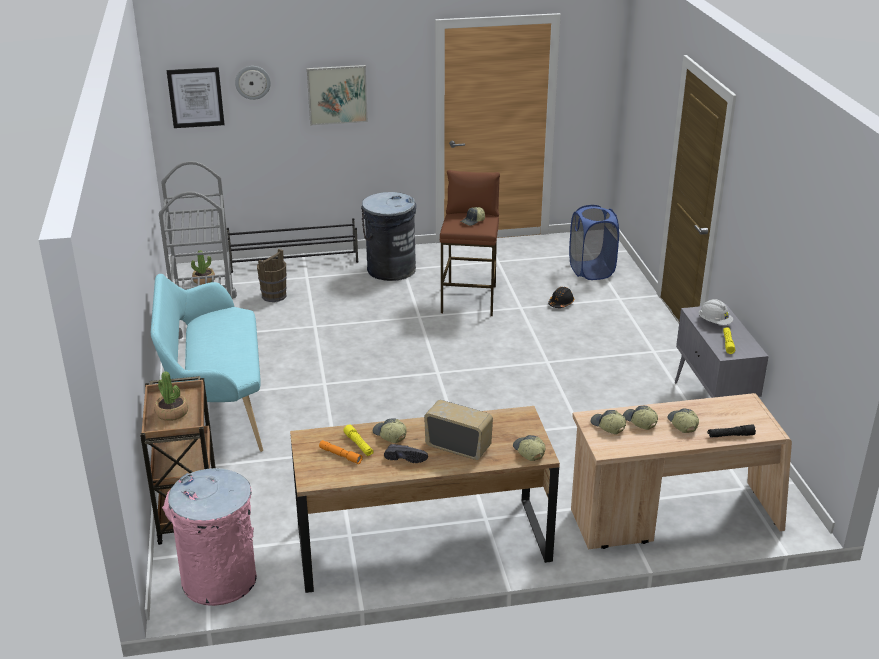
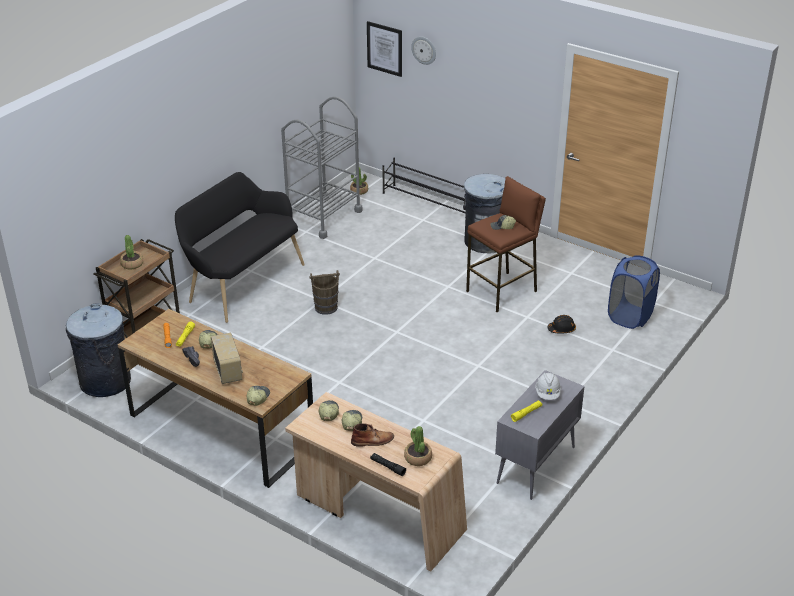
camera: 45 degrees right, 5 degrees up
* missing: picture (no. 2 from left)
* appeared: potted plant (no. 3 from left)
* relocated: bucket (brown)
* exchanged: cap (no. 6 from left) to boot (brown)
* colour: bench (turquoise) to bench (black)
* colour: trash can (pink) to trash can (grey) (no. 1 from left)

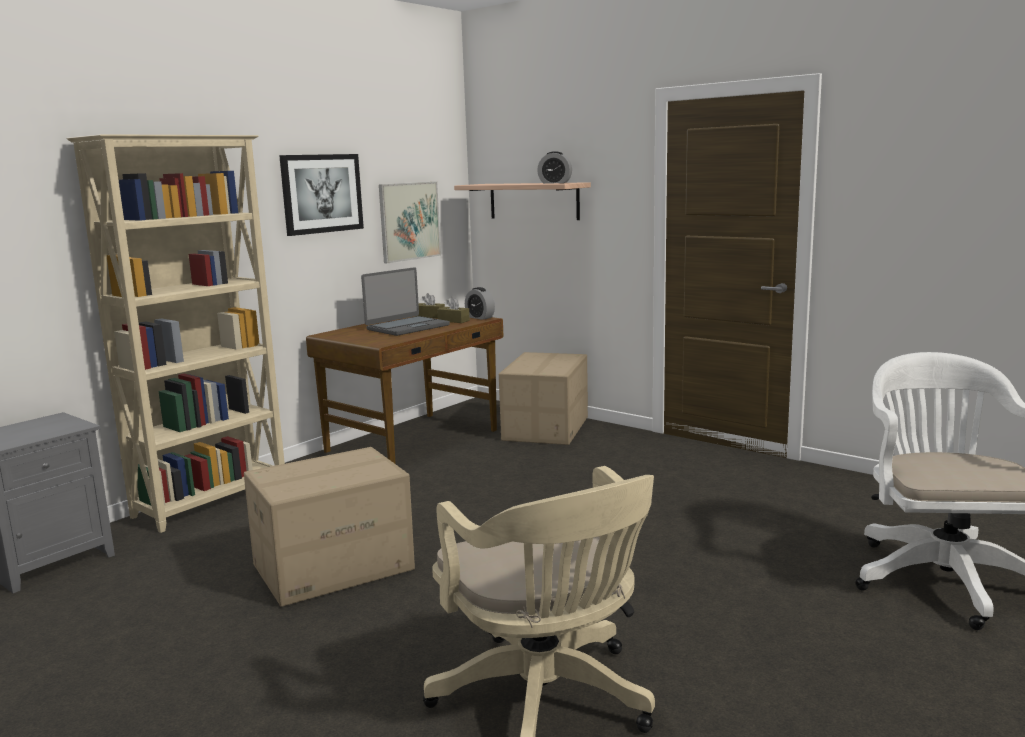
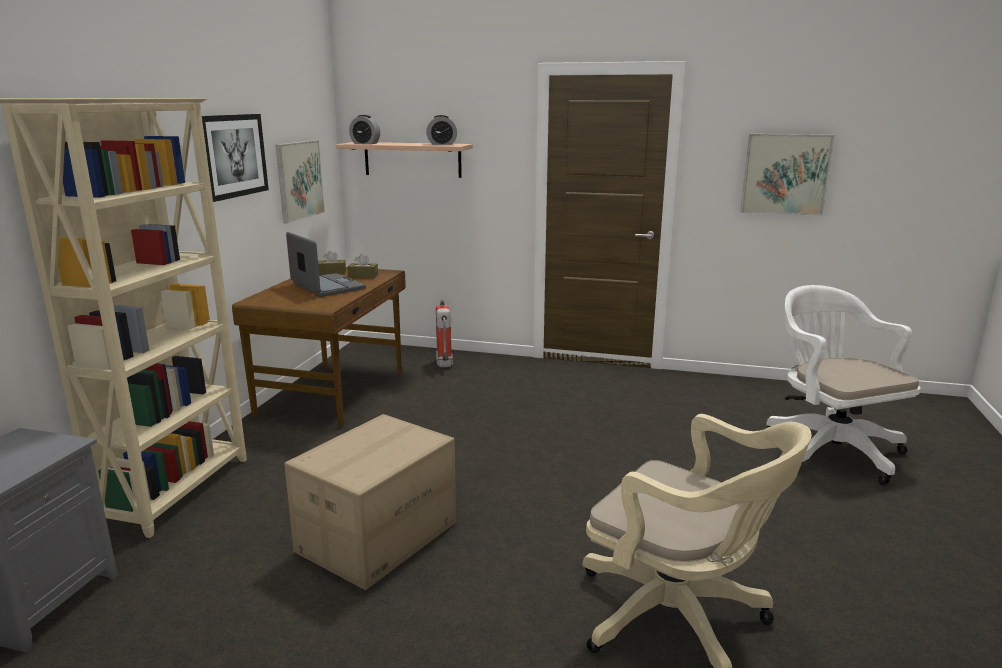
camera: 25 degrees left, 5 degrees up
* appeared: picture (no. 3 from left)
* relocated: alarm clock (no. 1 from left)
* exchanged: cardboard box (no. 2 from left) to fire extinguisher
* spun: laptop 60 degrees counterclockwise

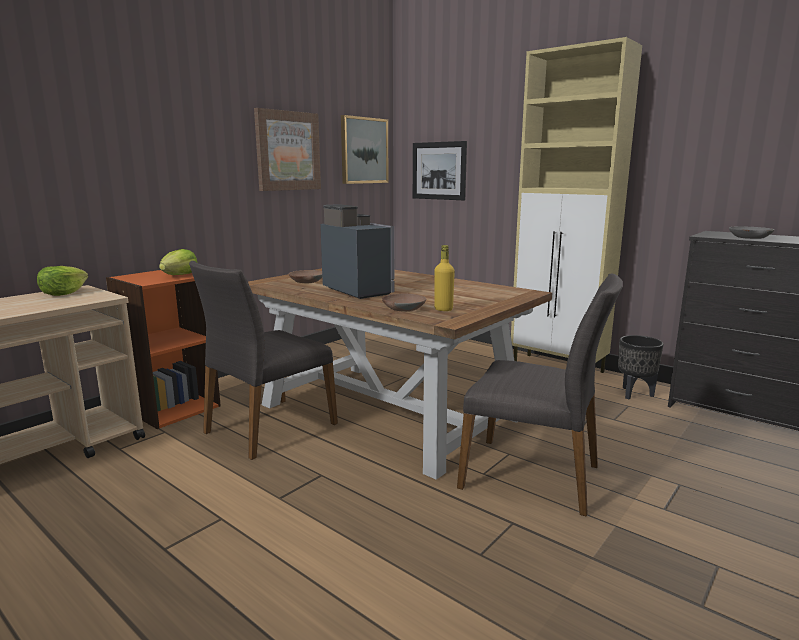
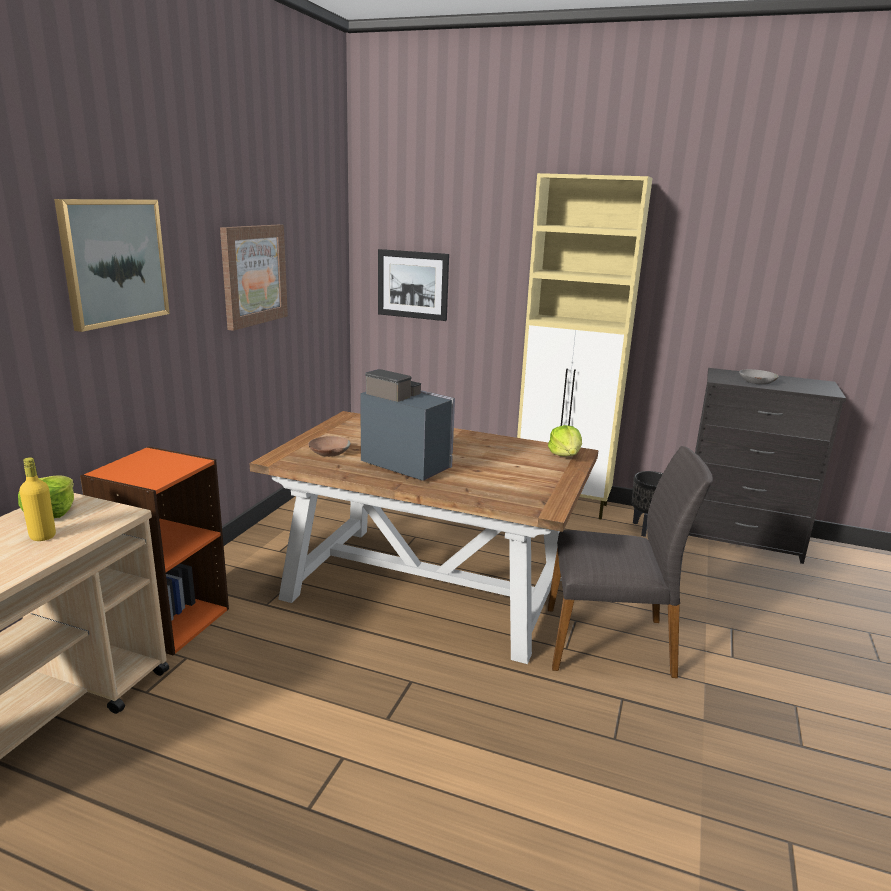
camera: 20 degrees left, 5 degrees up
* missing: chair (grey) (no. 1 from left)
* missing: bowl (brown) (no. 2 from left)
* relocated: lettuce (no. 2 from left)
* relocated: picture (no. 2 from left in the first image) to picture (no. 1 from left)
* relocated: bottle (yellow)

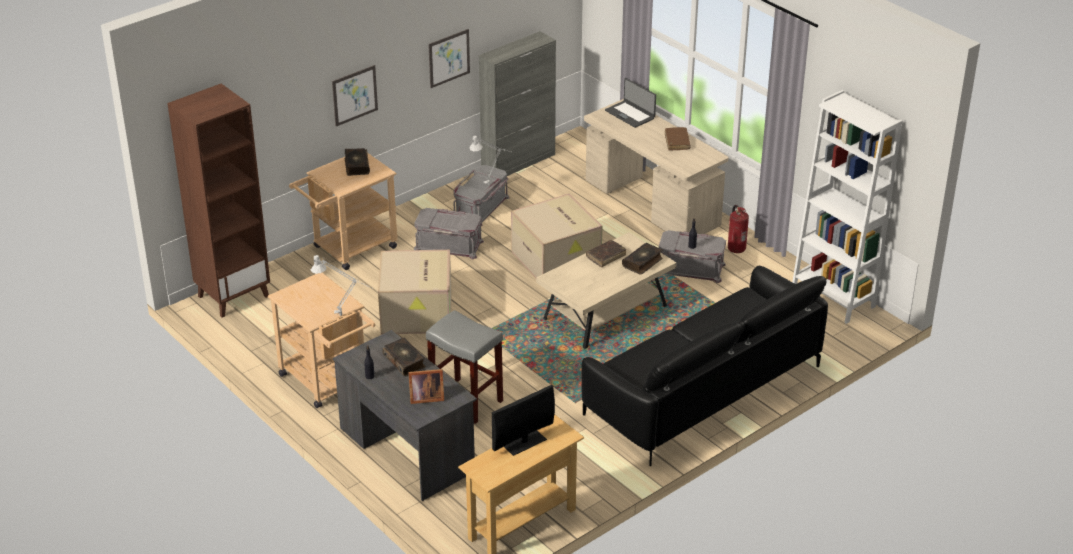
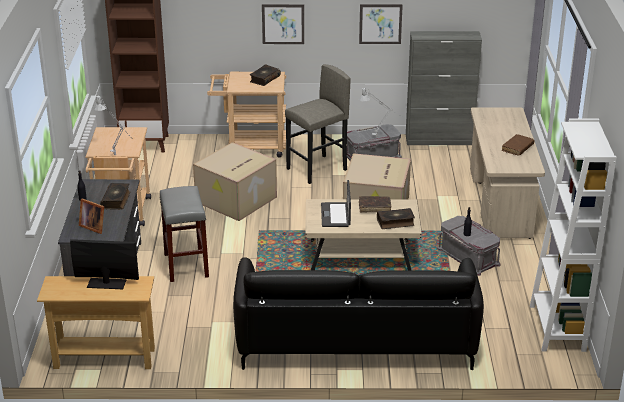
camera: 40 degrees right, 5 degrees down
* missing: fire extinguisher
* relocated: laptop
* exchanged: storage box (grey) (no. 1 from left) to stool (grey) (no. 2 from left)

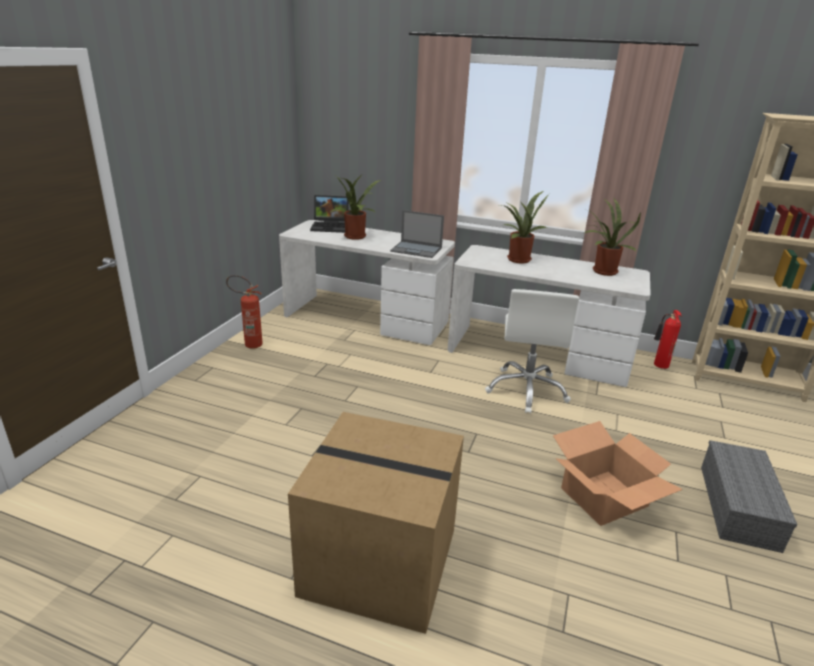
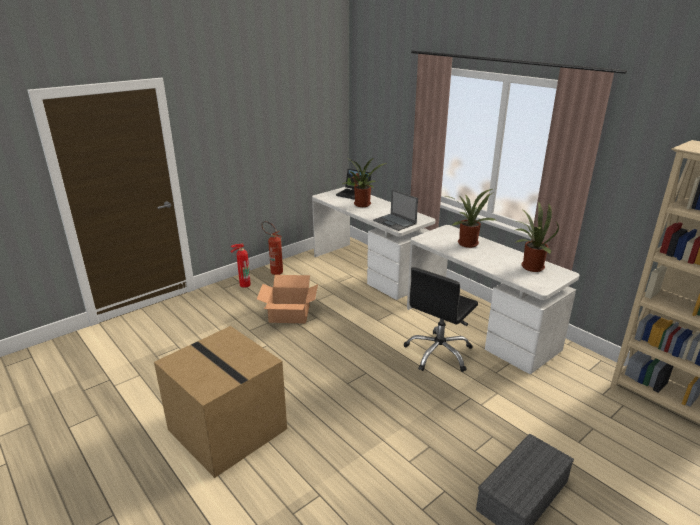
camera: 30 degrees right, 0 degrees up
* relocated: cardboard box (no. 2 from left)
* relocated: fire extinguisher (no. 2 from left in the first image) to fire extinguisher (no. 1 from left)
* colour: office chair (white) to office chair (black)

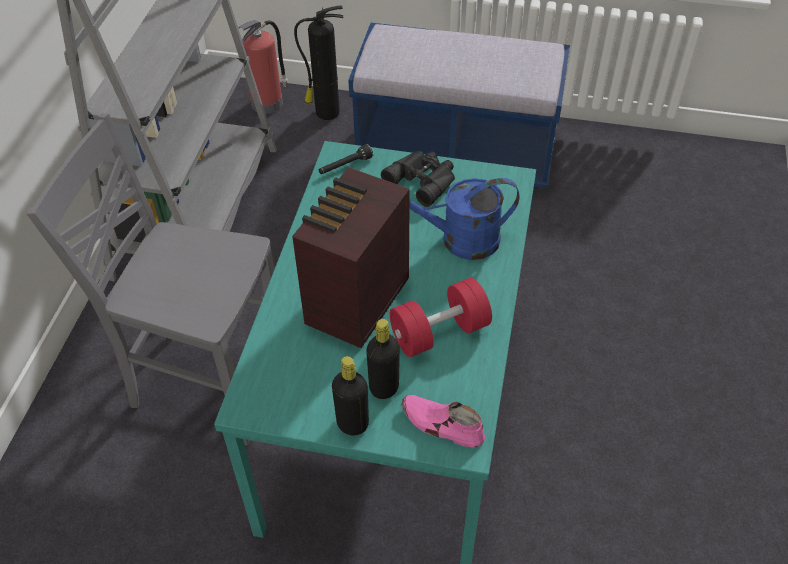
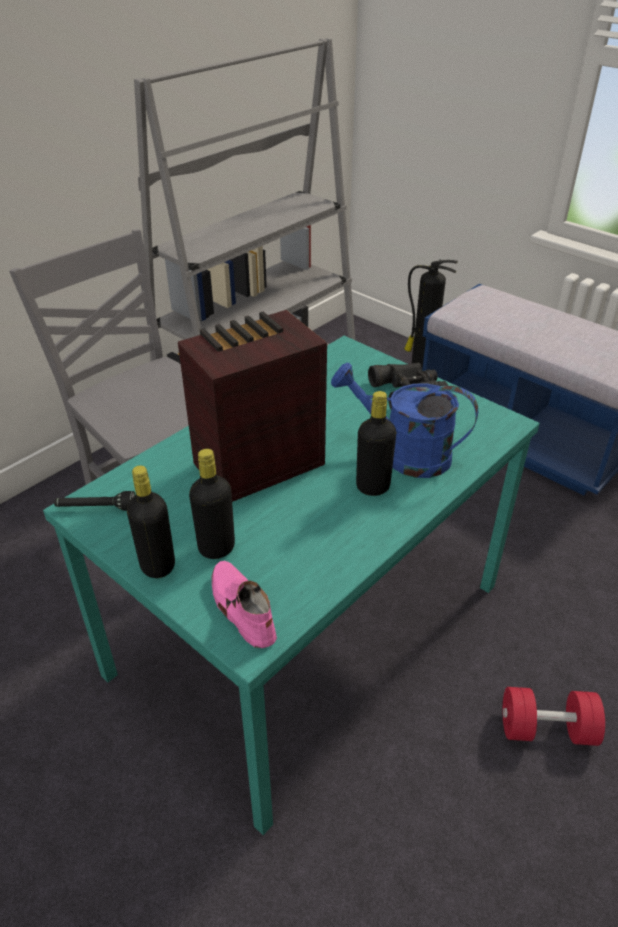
camera: 30 degrees right, 10 degrees down
* missing: fire extinguisher (no. 1 from left)
* appeared: bottle (black) (no. 3 from left)
* relocated: flashlight (black)
* relocated: dumbbell (red)

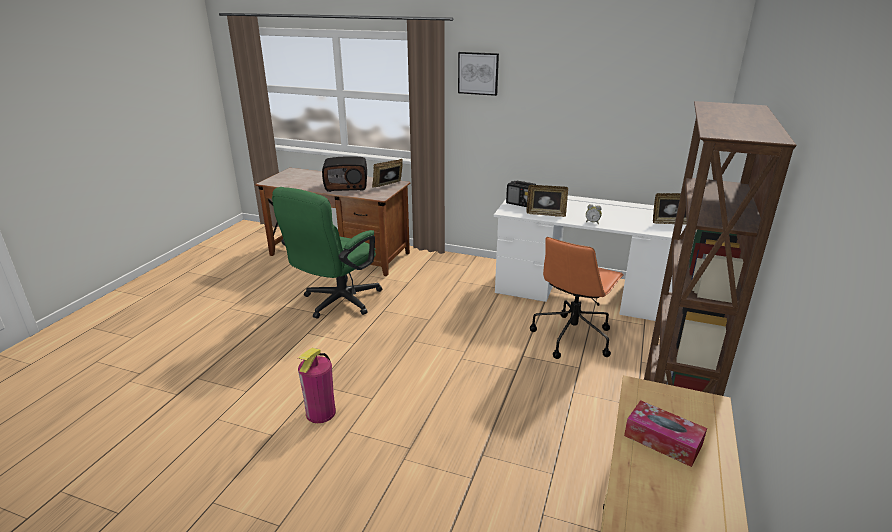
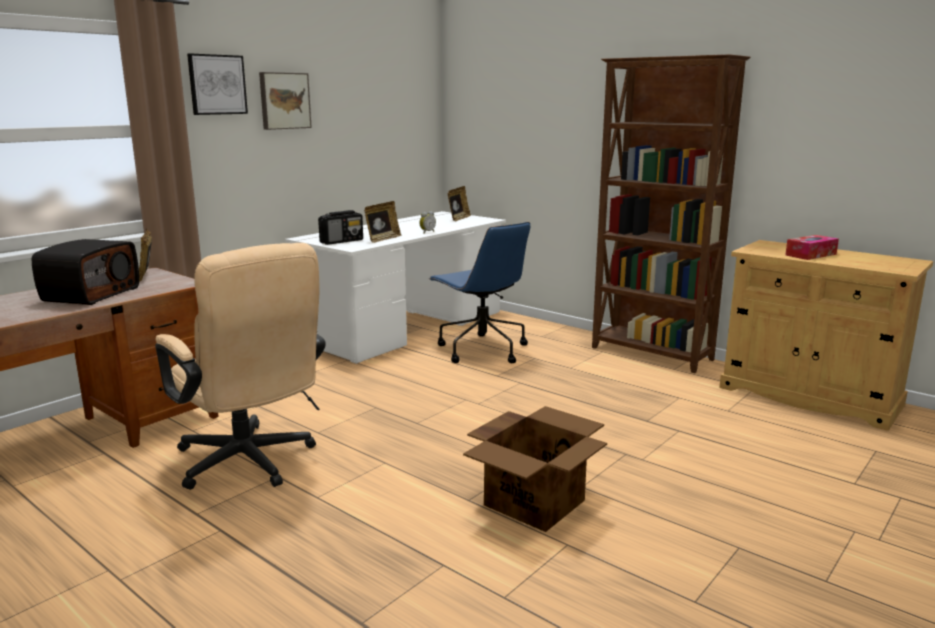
camera: 70 degrees left, 10 degrees down
* appeared: picture (no. 2 from left)
* exchanged: fire extinguisher to cardboard box
* colour: office chair (green) to office chair (beige)
* colour: office chair (orange) to office chair (blue)

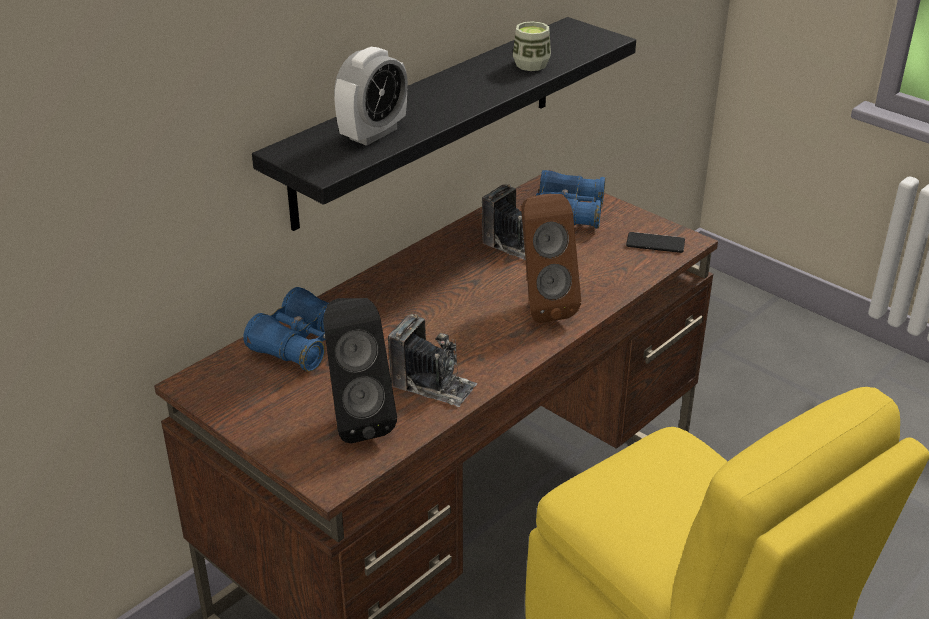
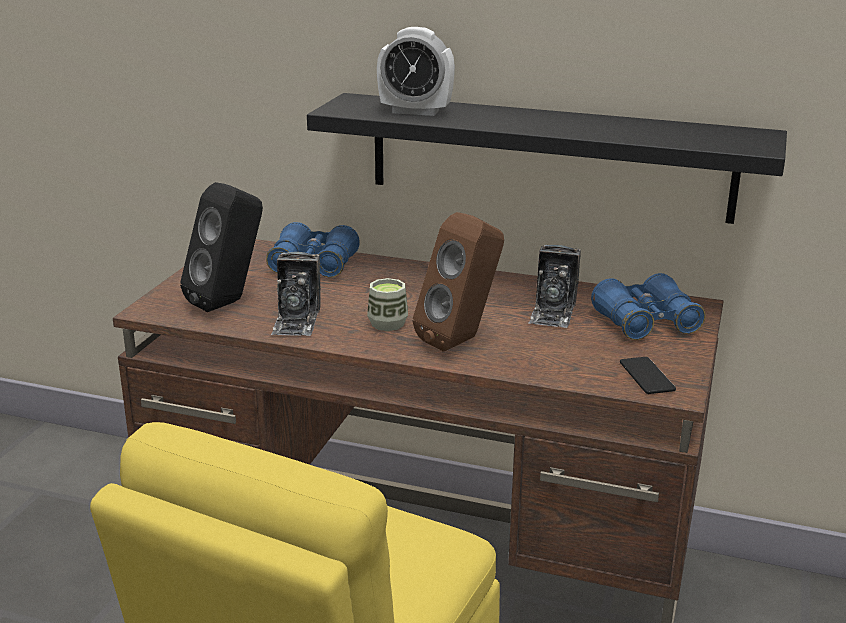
camera: 65 degrees right, 10 degrees down
* relocated: cup

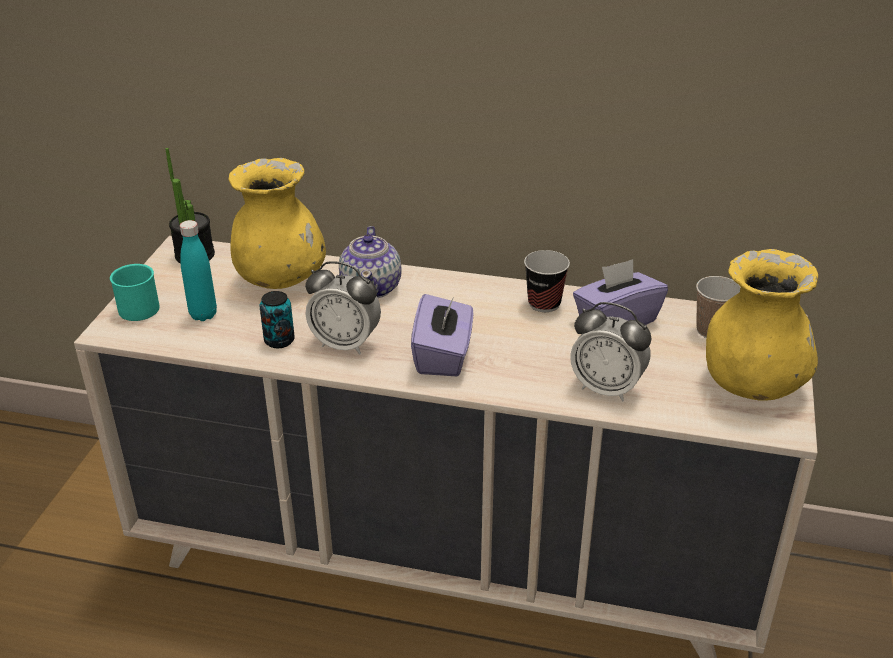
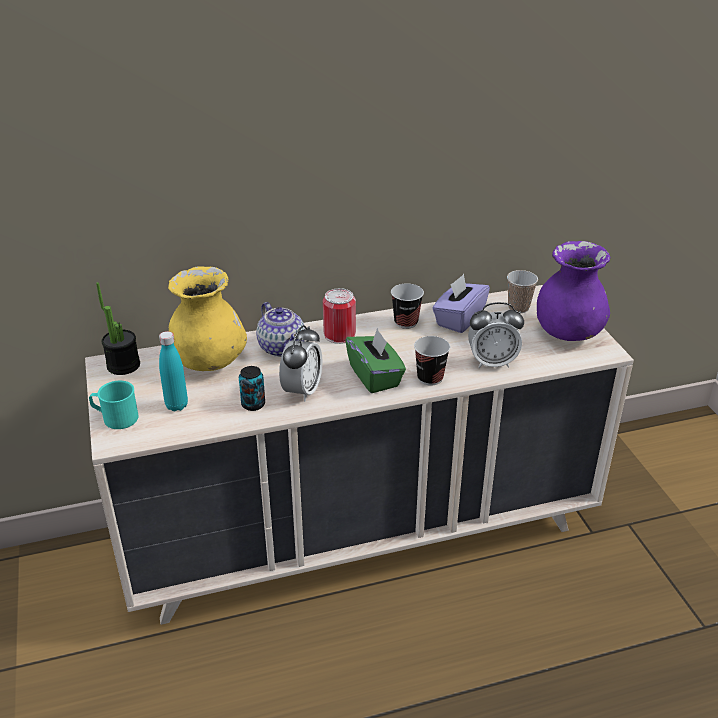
camera: 30 degrees left, 0 degrees up
* appeared: can (no. 2 from left)
* appeared: cup (no. 2 from left)
* colour: tissue box (purple) (no. 1 from left) to tissue box (green)
* colour: vase (yellow) (no. 2 from left) to vase (purple)
* spun: alarm clock (no. 1 from left) 60 degrees counterclockwise

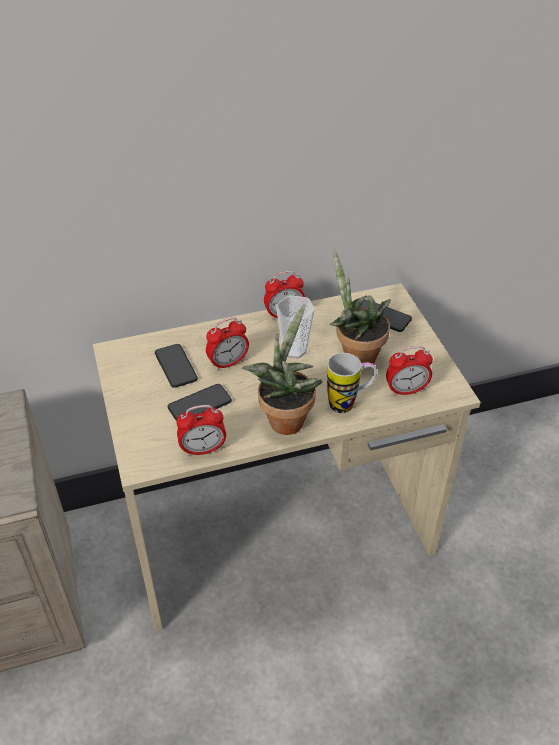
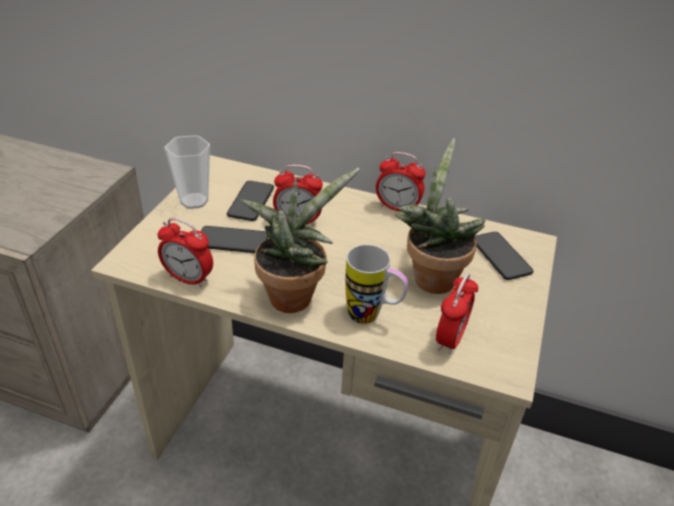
camera: 35 degrees right, 5 degrees down
* relocated: cup
* spun: alarm clock (no. 4 from left) 90 degrees counterclockwise

